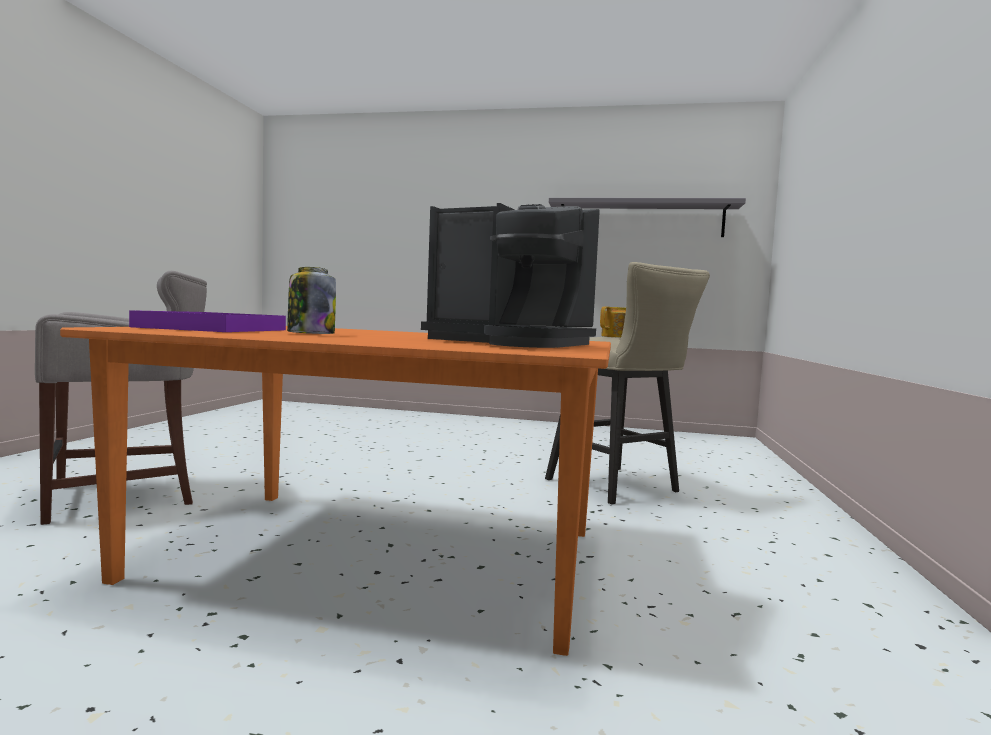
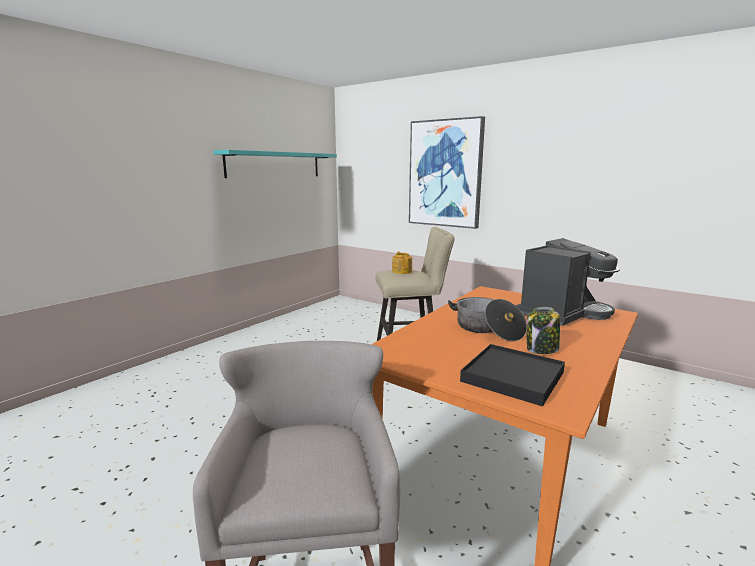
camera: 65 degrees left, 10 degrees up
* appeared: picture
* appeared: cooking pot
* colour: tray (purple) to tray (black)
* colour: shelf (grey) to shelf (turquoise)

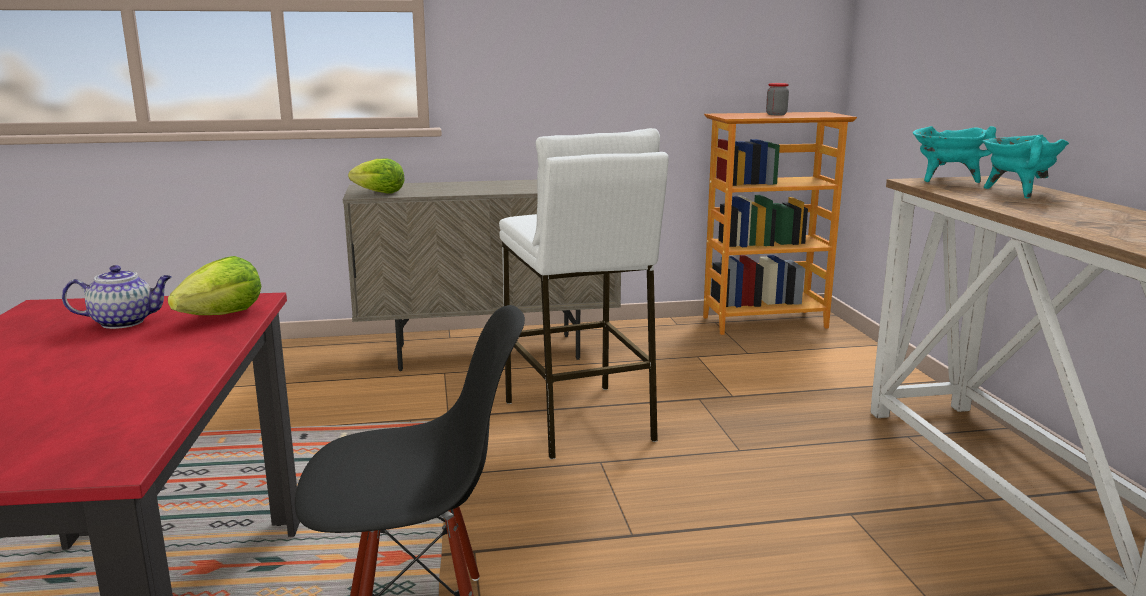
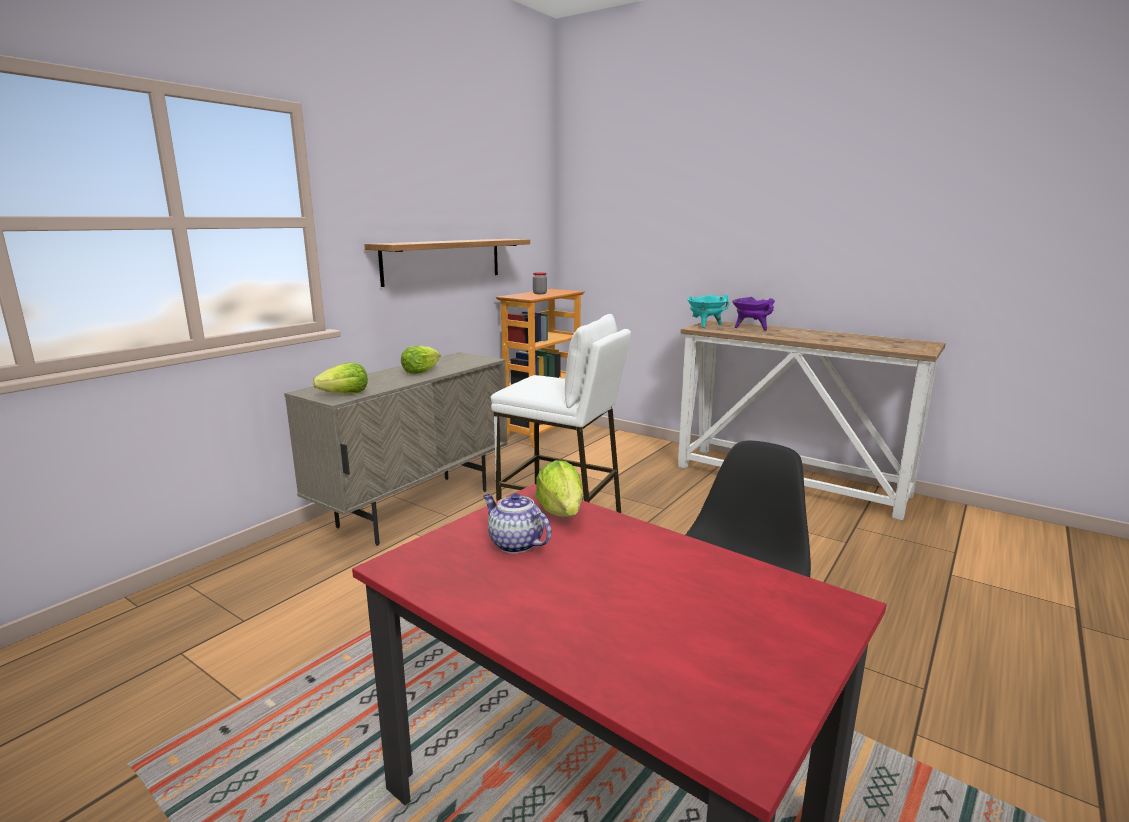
camera: 45 degrees left, 0 degrees up
* appeared: shelf
* appeared: lettuce (no. 2 from left)
* colour: cooking pot (turquoise) (no. 2 from left) to cooking pot (purple)
* spun: teapot 75 degrees counterclockwise

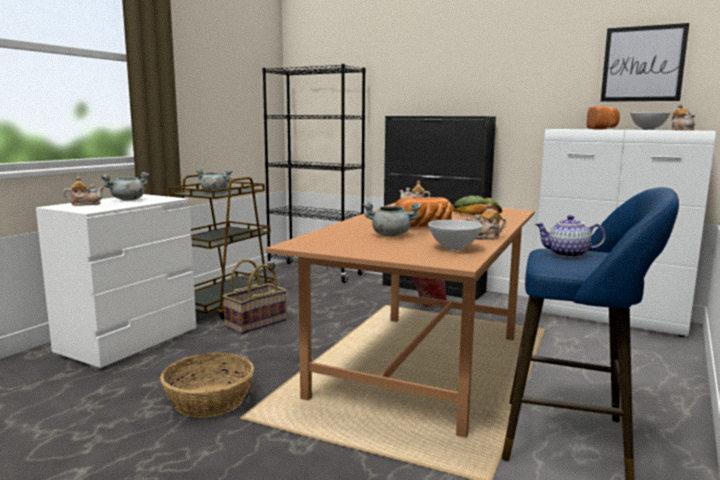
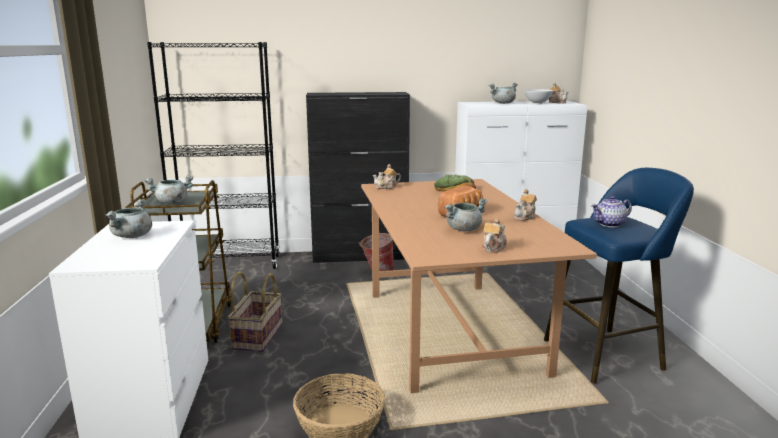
camera: 35 degrees left, 5 degrees up
* missing: bowl (white) (no. 1 from left)
* missing: picture
* relocated: teapot (no. 1 from left in the first image) to teapot (no. 2 from left)
* exchanged: bread (no. 3 from left) to cooking pot (grey) (no. 4 from left)

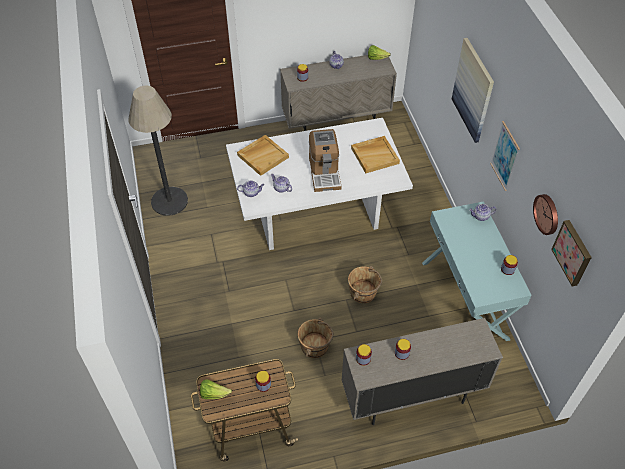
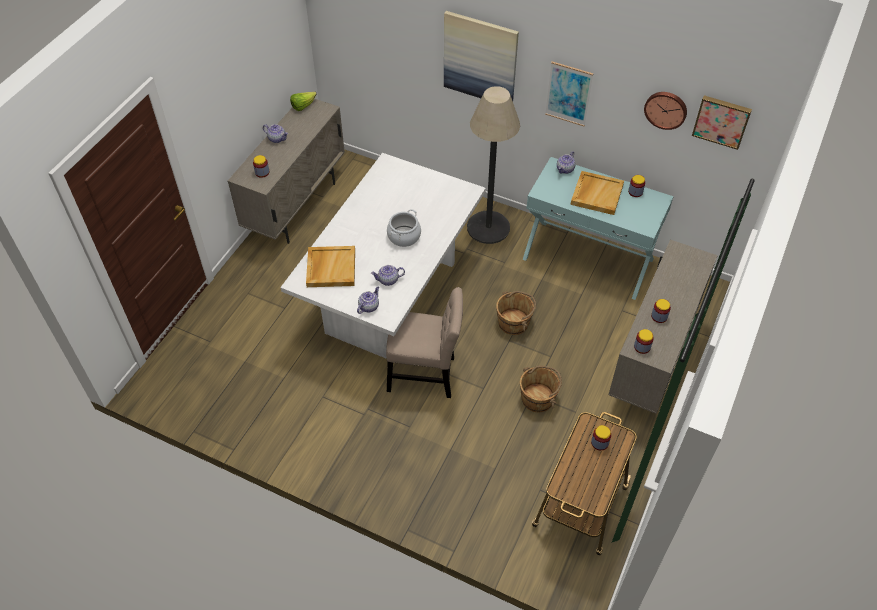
camera: 50 degrees left, 0 degrees up
* missing: lettuce (no. 1 from left)
* appeared: chair (beige)
* relocated: floor lamp
* relocated: tray (beige) (no. 2 from left)
* exchanged: coffee machine to cooking pot

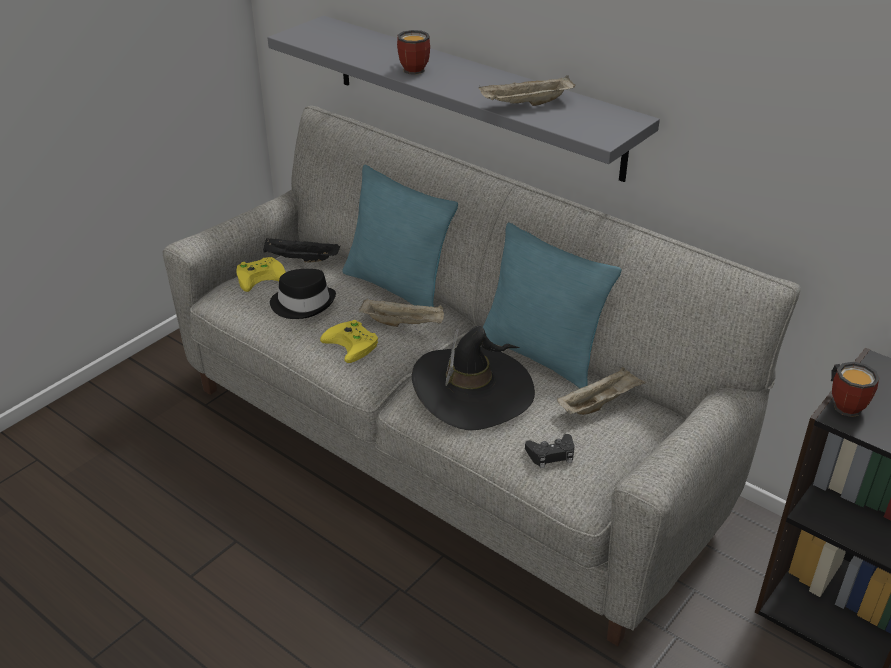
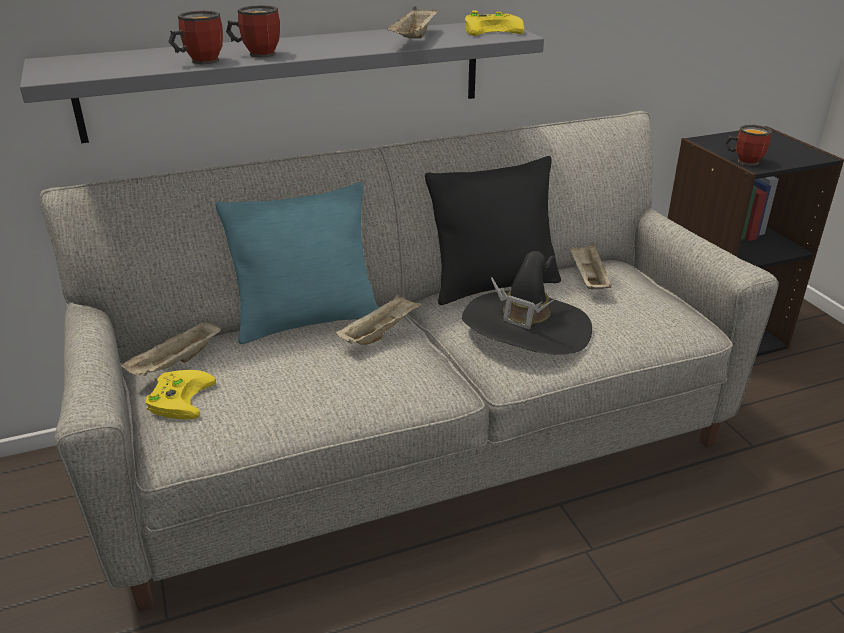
camera: 60 degrees left, 5 degrees down
* missing: hat (black) (no. 1 from left)
* missing: game controller (black)
* appeared: mug (no. 1 from left)
* relocated: game controller (yellow) (no. 2 from left)
* colour: tray (black) to tray (beige) (no. 1 from left)
* colour: pillow (turquoise) (no. 2 from left) to pillow (black)

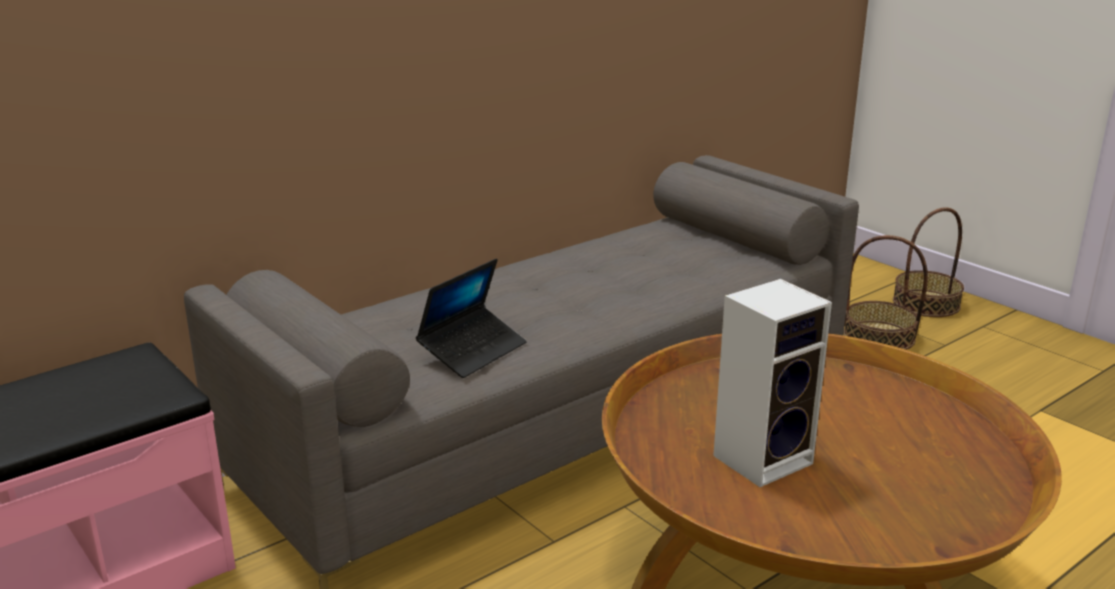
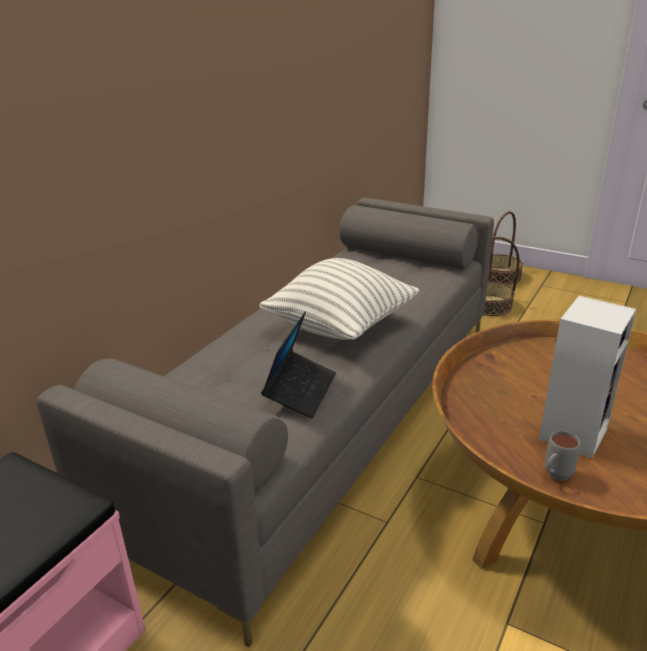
camera: 20 degrees left, 5 degrees up
* appeared: pillow
* appeared: mug (grey)

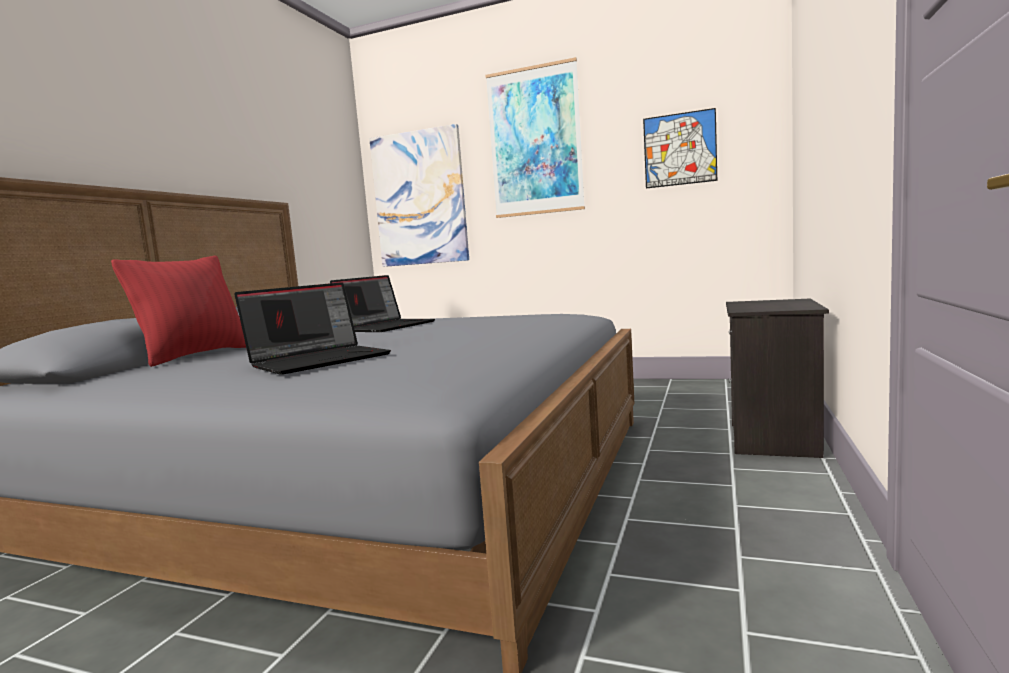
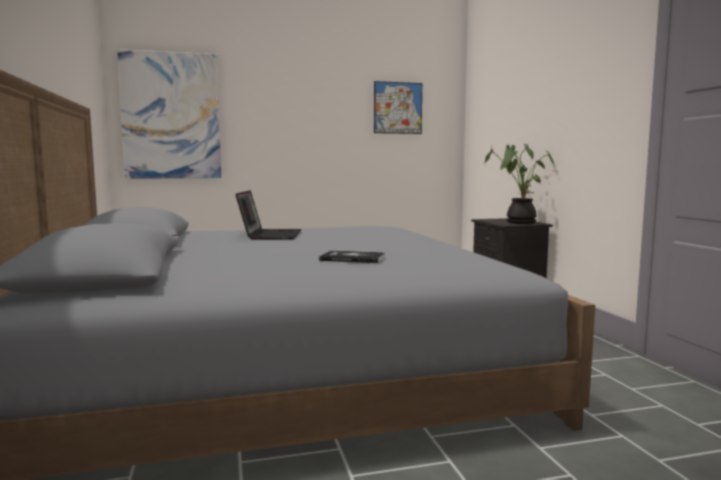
camera: 35 degrees left, 0 degrees up
* missing: pillow (red)
* missing: picture (no. 2 from left)
* appeared: potted plant
* exchanged: laptop (no. 1 from left) to book

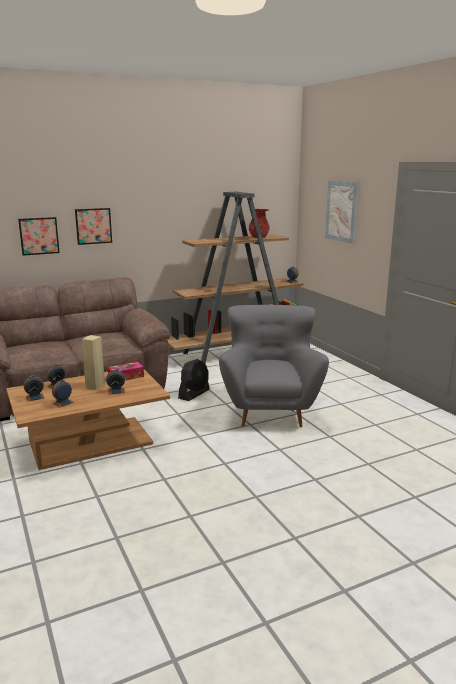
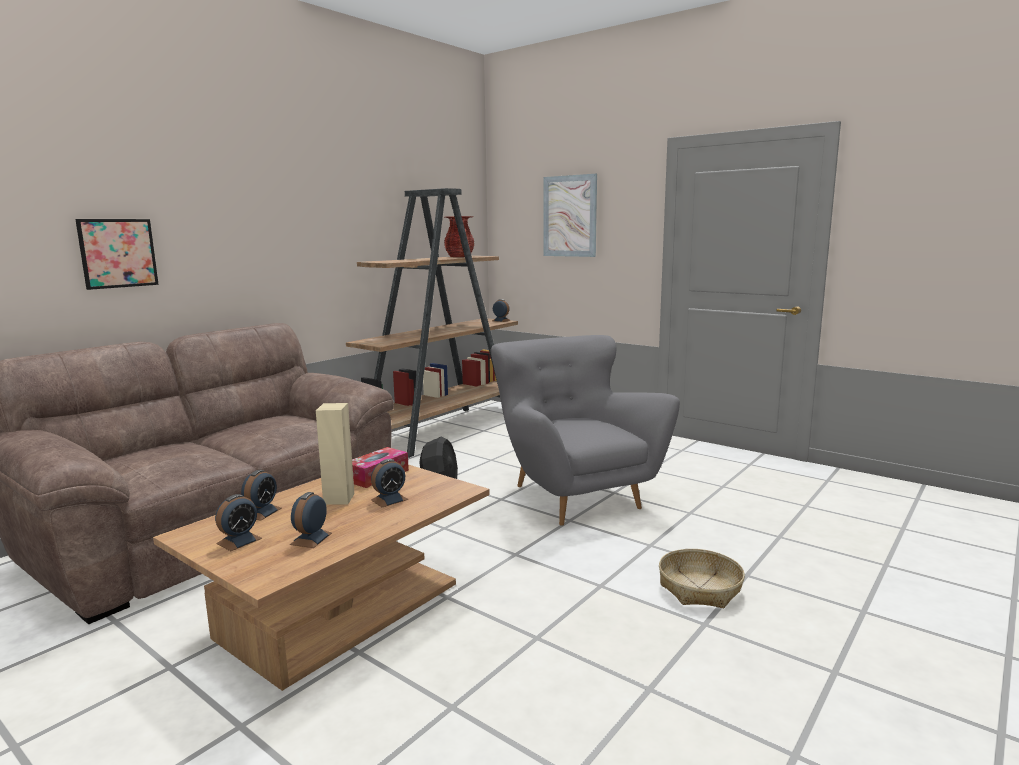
camera: 25 degrees left, 5 degrees down
* missing: picture (no. 2 from left)
* appeared: basket

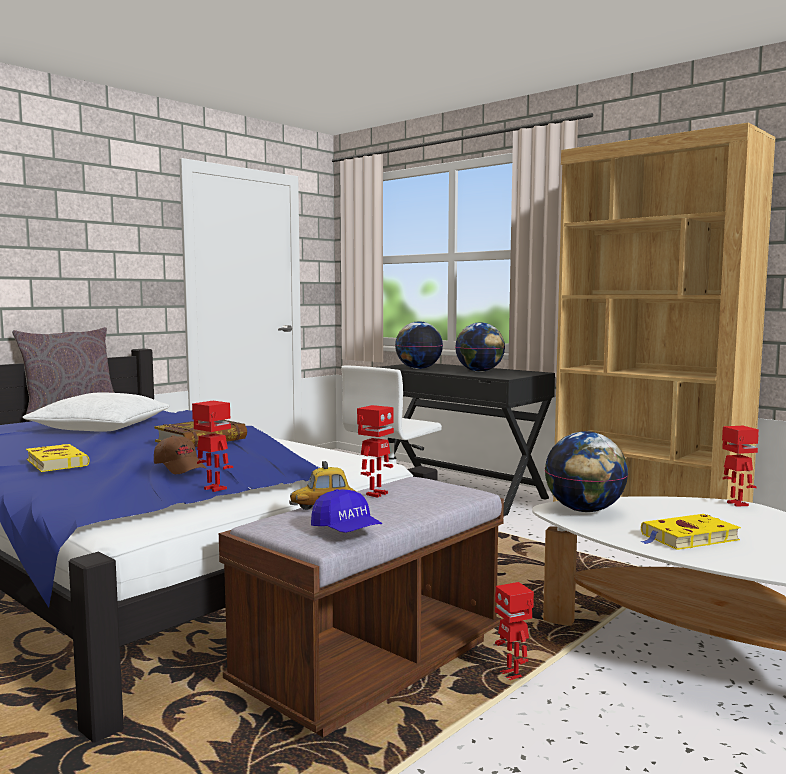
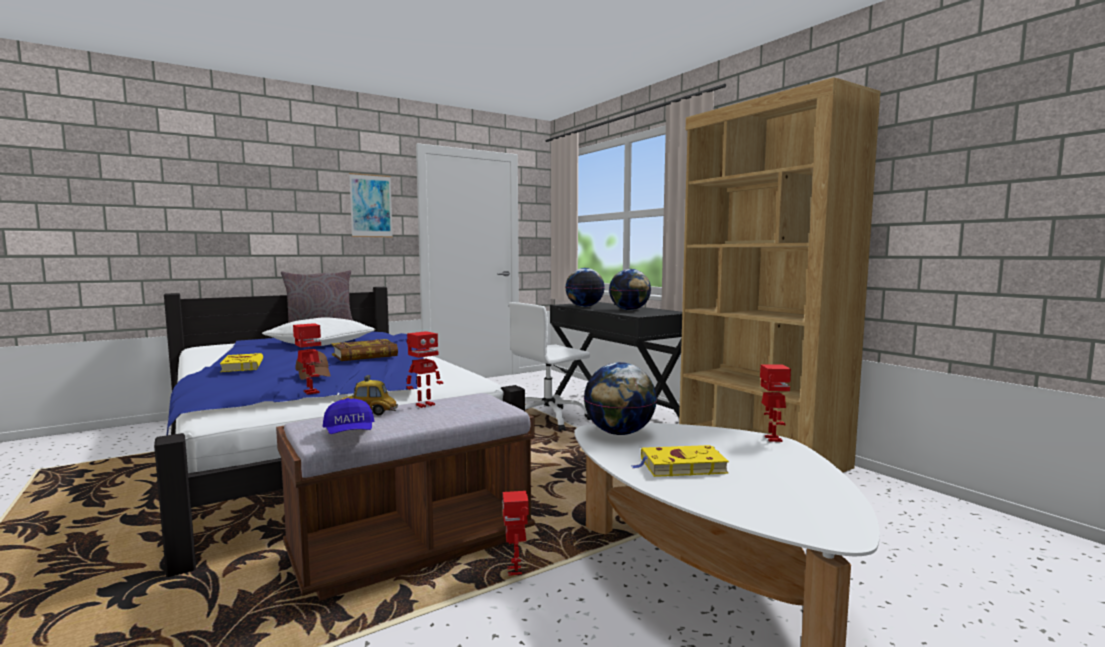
camera: 15 degrees right, 0 degrees up
* appeared: picture

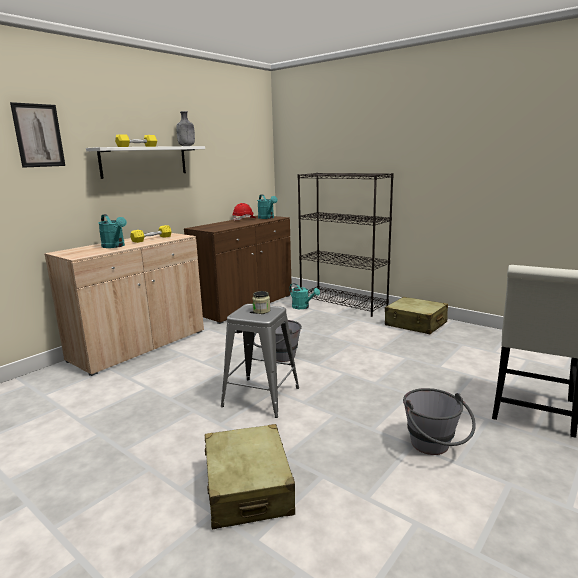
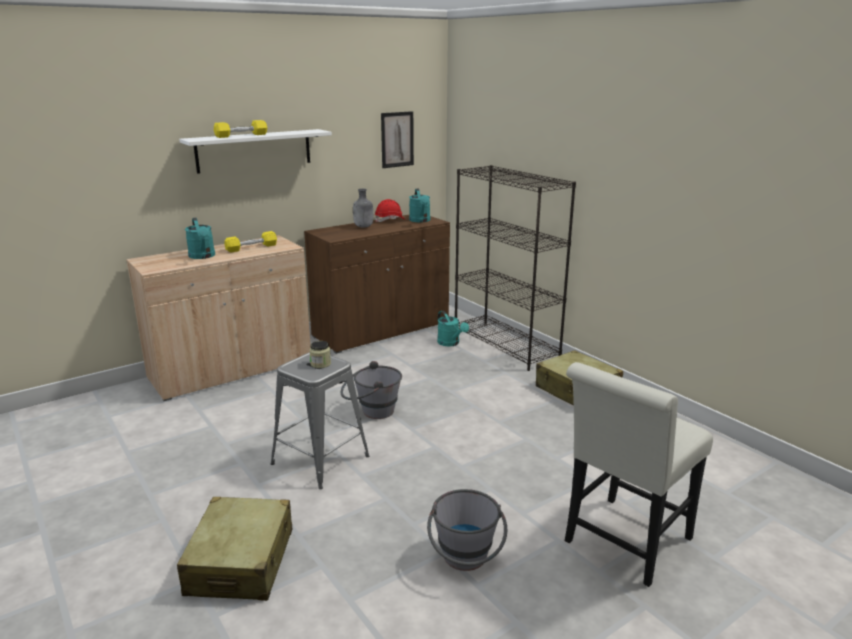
camera: 15 degrees right, 5 degrees up
* relocated: picture
* relocated: bottle (grey)

